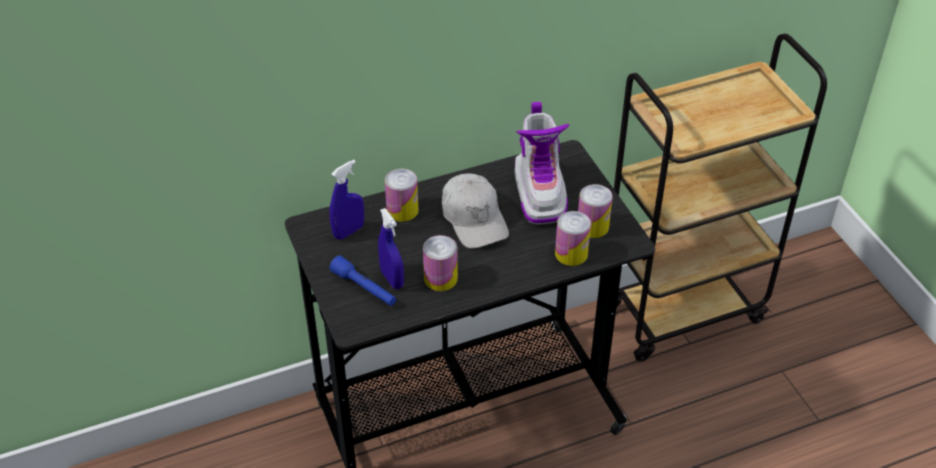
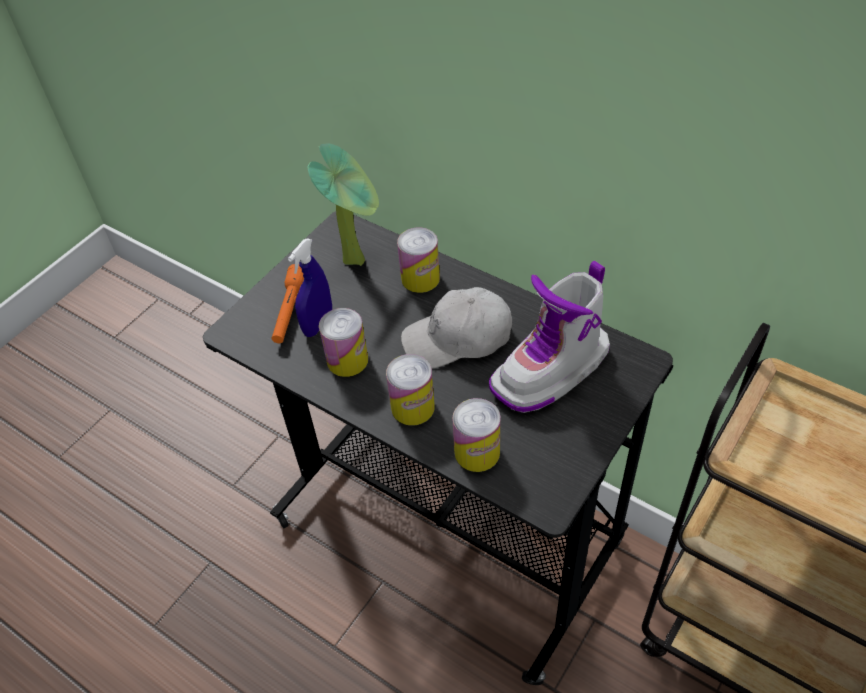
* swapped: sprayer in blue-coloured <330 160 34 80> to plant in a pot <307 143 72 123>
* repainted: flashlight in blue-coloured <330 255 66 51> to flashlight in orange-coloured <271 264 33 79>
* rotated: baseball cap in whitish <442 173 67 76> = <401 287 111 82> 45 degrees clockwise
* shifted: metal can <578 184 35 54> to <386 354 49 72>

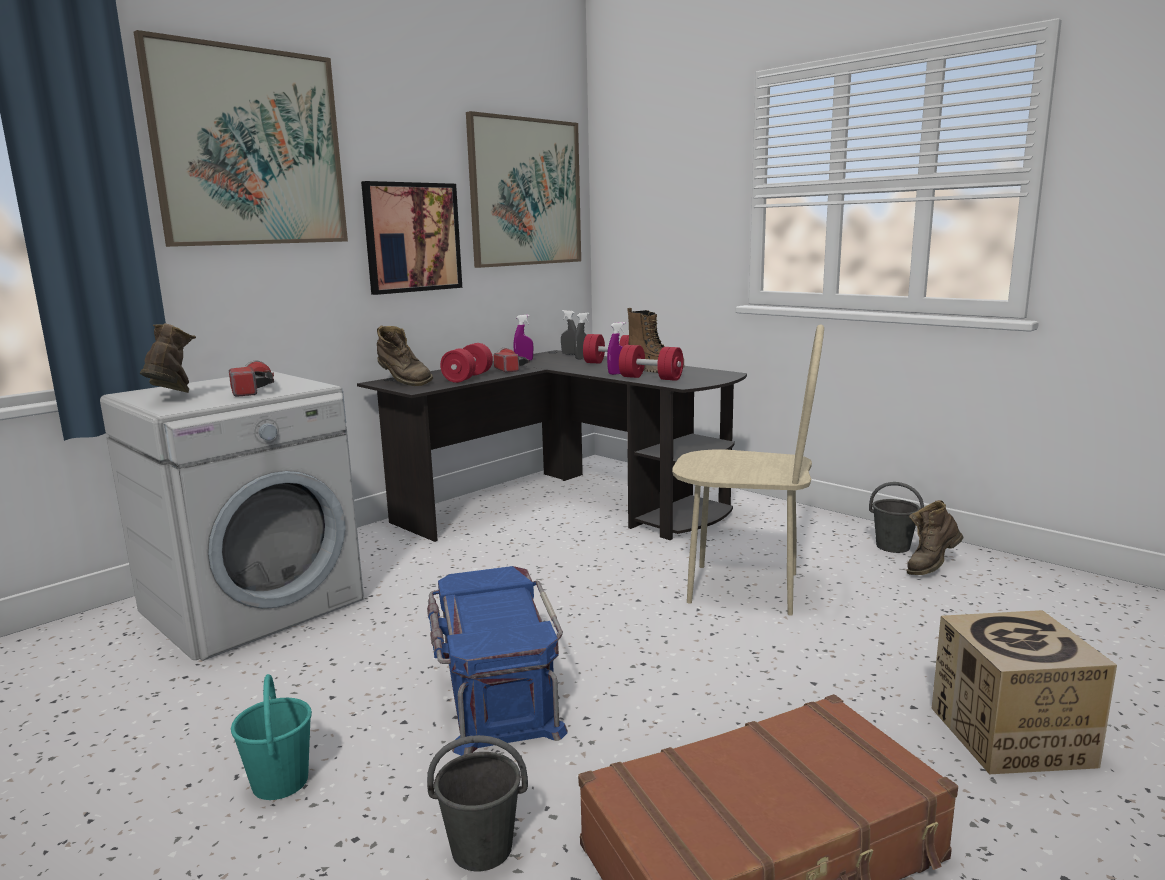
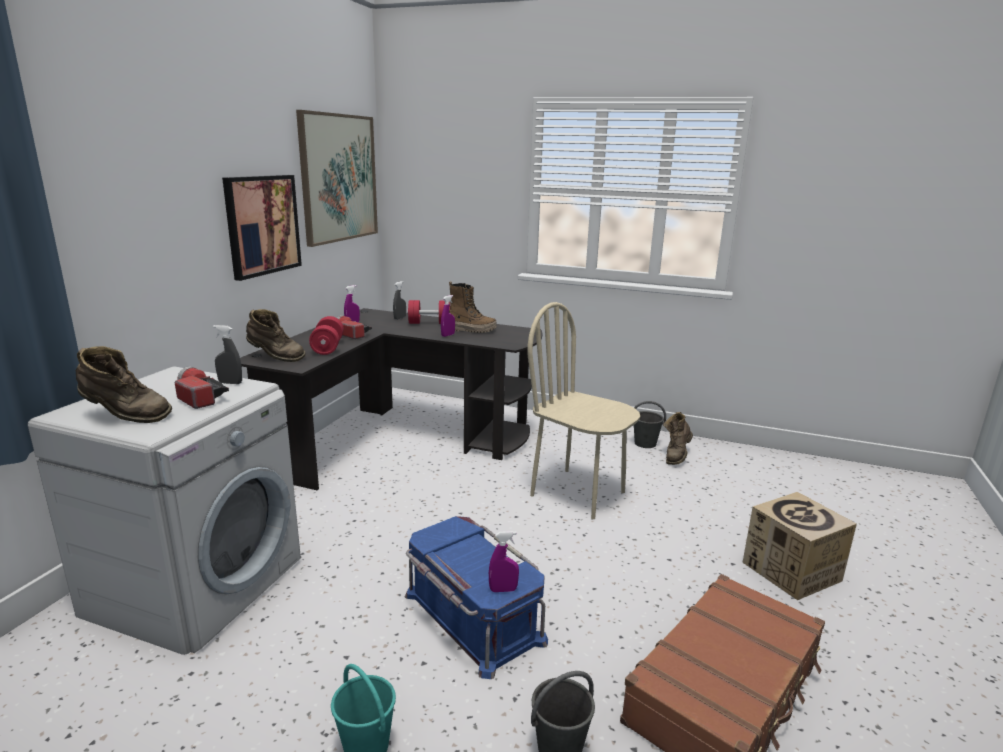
* gone: wall art <134 30 214 217>
* rotated: boot in brown <140 323 56 70> = <76 346 96 77> 135 degrees clockwise
* shifted: sprayer in gray <561 310 15 45> to <213 325 29 59>
* gone: free weight in reddish <619 345 64 36>
* rotated: chair in beige-coloured <672 325 152 291> = <527 302 113 217> 135 degrees counterclockwise
* new: sprayer in purple <489 531 30 61>

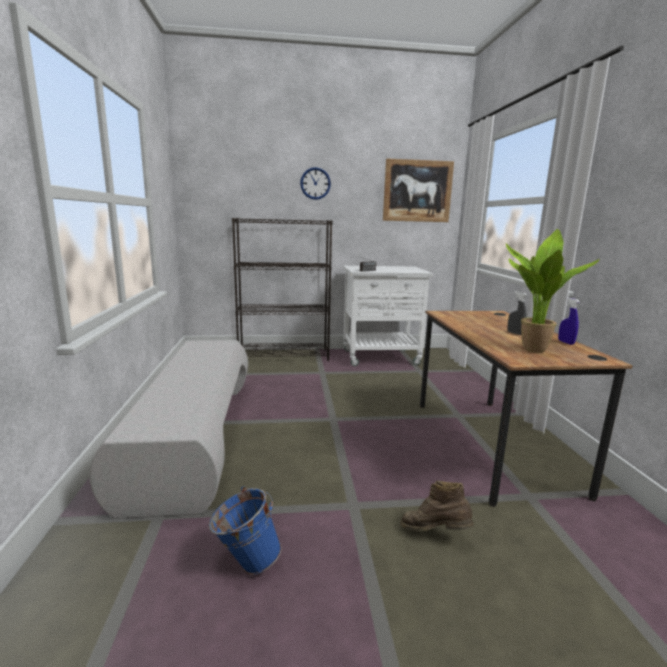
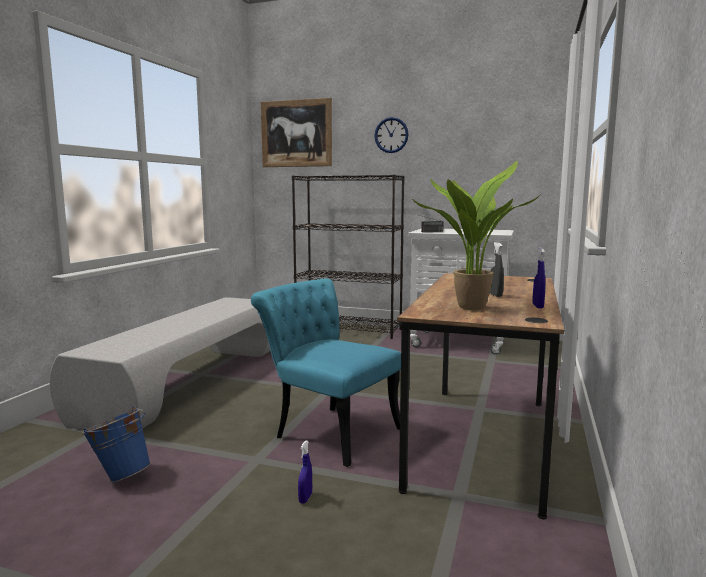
* shifted: wall art <383 158 71 64> to <261 98 71 69>
* swapped: boot in brown <401 480 73 51> to sprayer in blue-coloured <298 440 14 64>
* new: chair in turquoise <251 278 150 189>

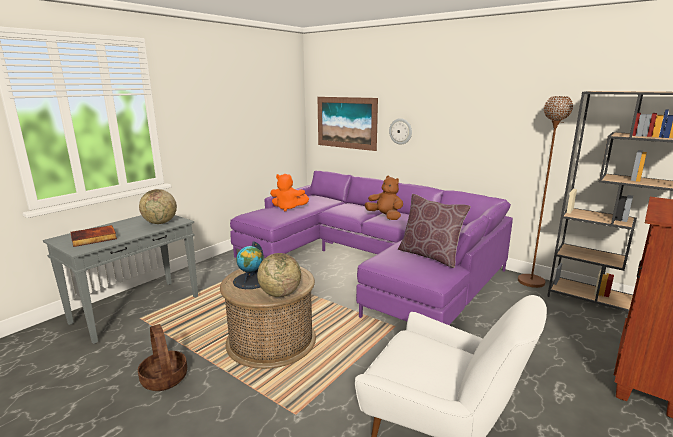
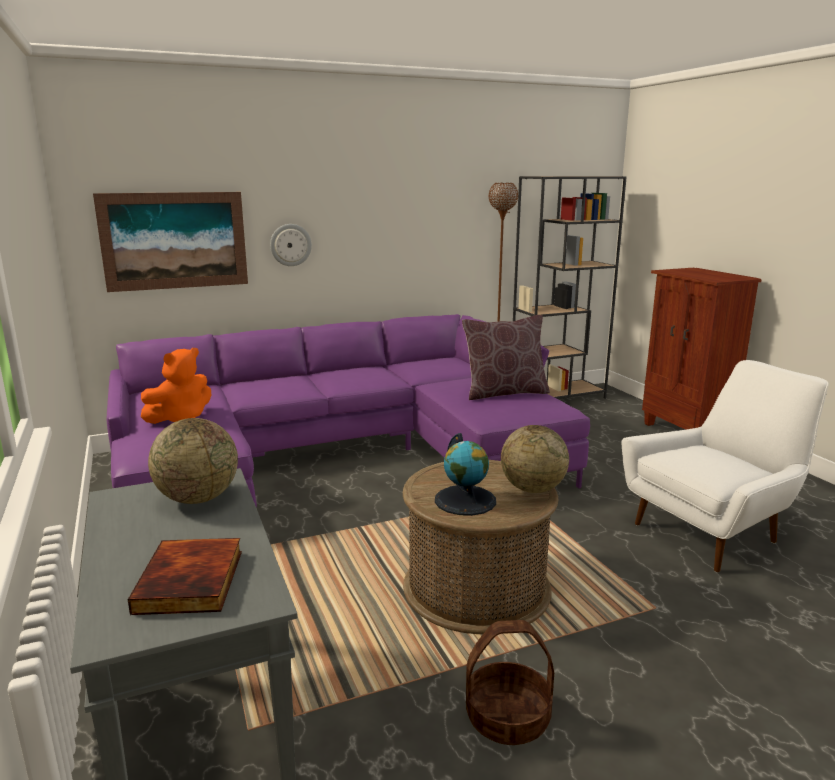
* gone: soft toy in brown <365 175 38 45>

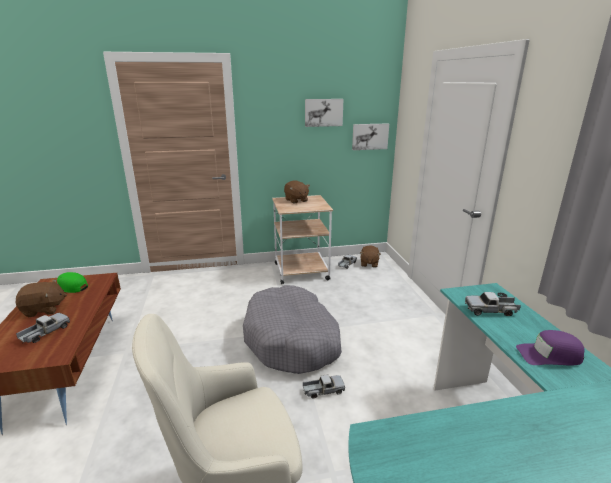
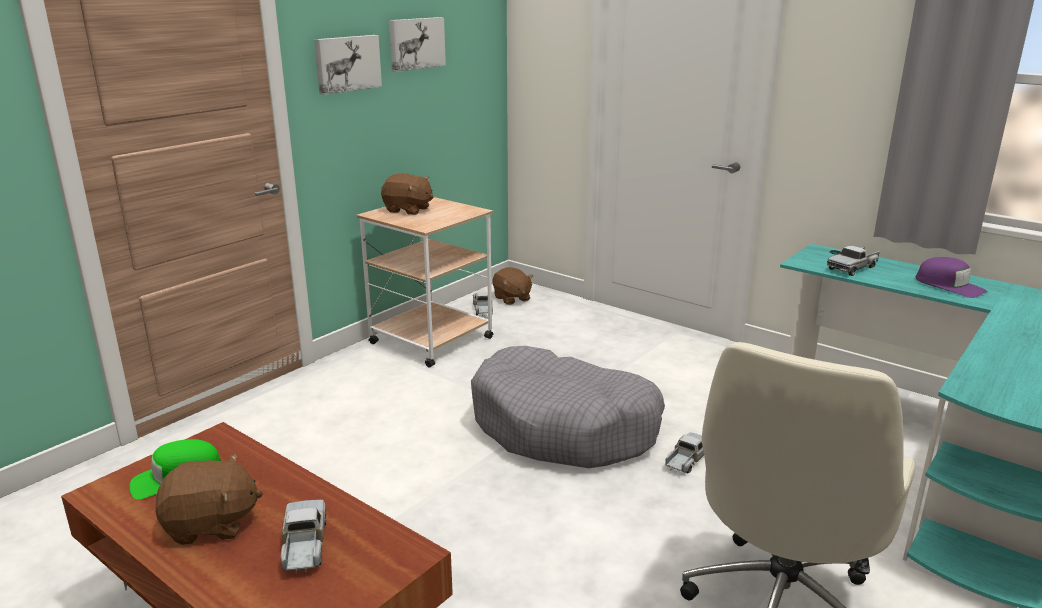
* rotated: soft toy in brown <15 279 52 38> = <155 453 108 92> 45 degrees clockwise
* shifted: wall art <352 123 37 27> to <314 35 68 60>
* rotated: baseball cap in purple <516 330 69 35> = <915 257 73 41> 90 degrees counterclockwise

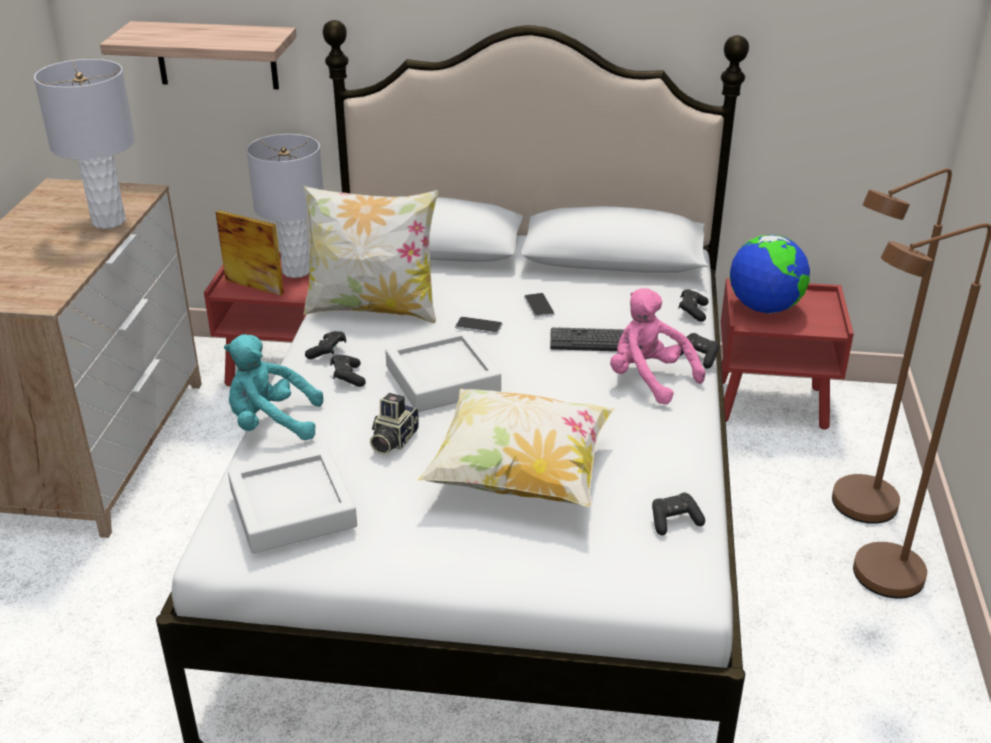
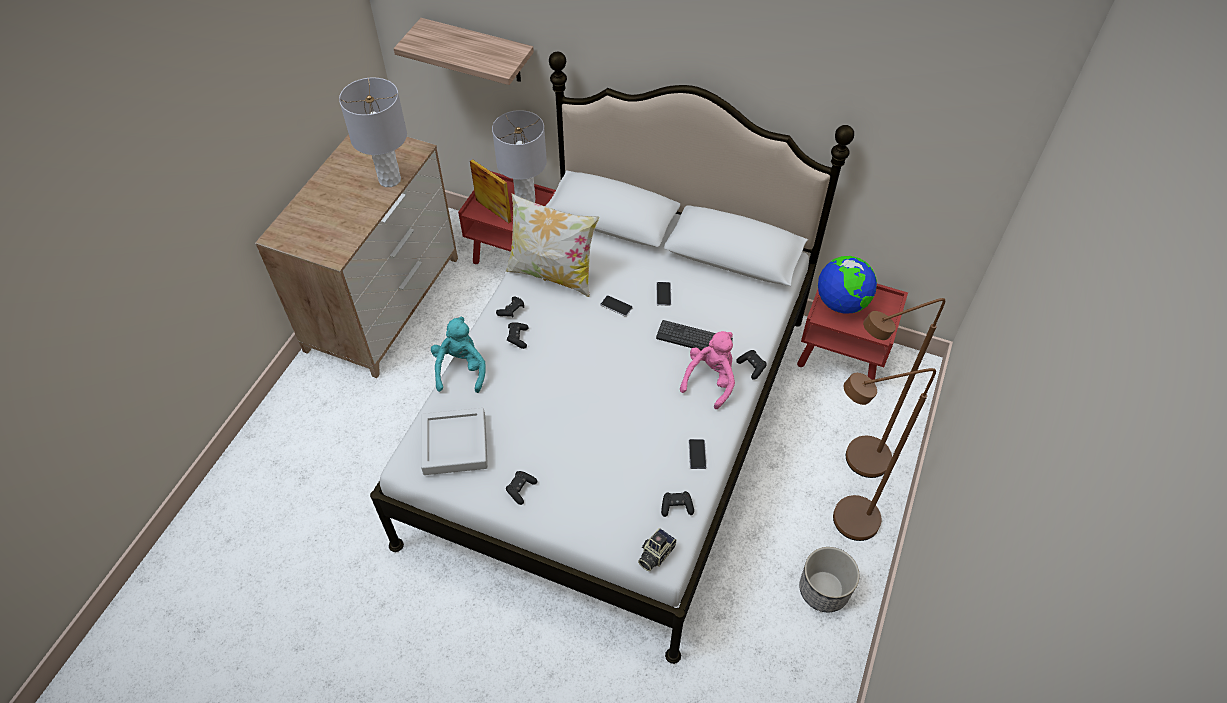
* rotated: soft toy in turquoise <224 334 99 106> = <431 316 55 77> 75 degrees clockwise
* shifted: still camera <370 393 49 61> to <638 528 38 43>
* gone: serving tray in gray <385 331 116 81>
* gone: cushion <417 389 198 118>
* rotated: soft toy in pinkish <610 288 95 117> = <680 331 55 78> 60 degrees clockwise
* shifted: joypad in blackish <678 289 31 33> to <506 471 31 34>
* new: handset <689 439 18 30>
* new: plant pot <799 547 61 65>

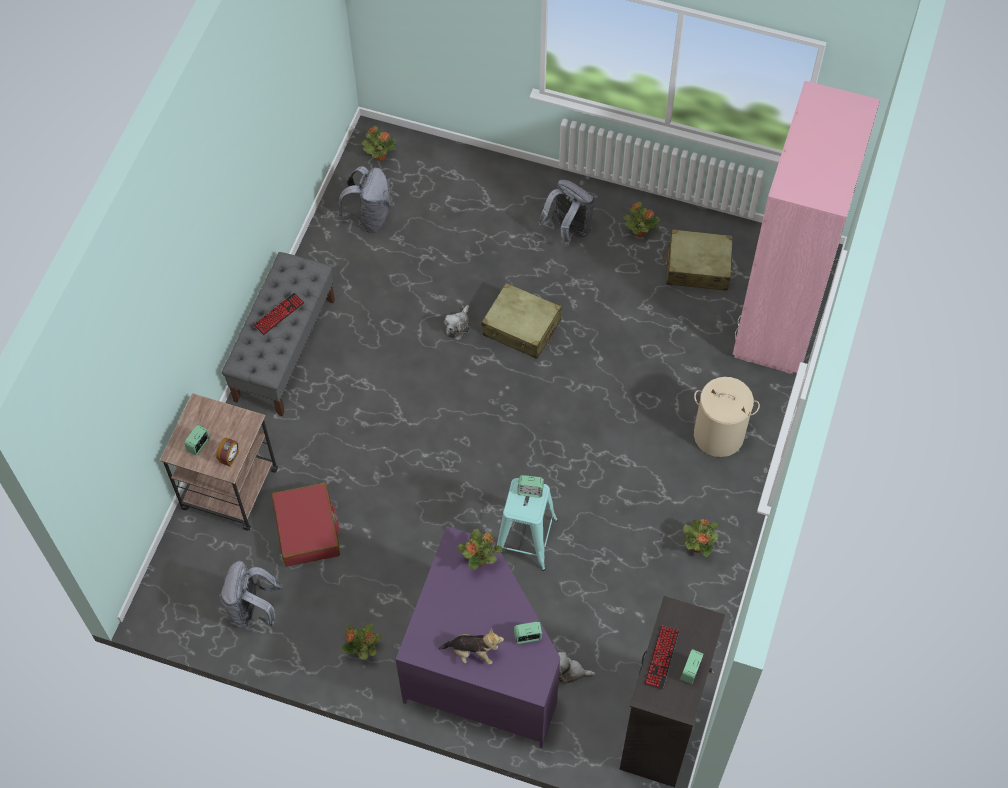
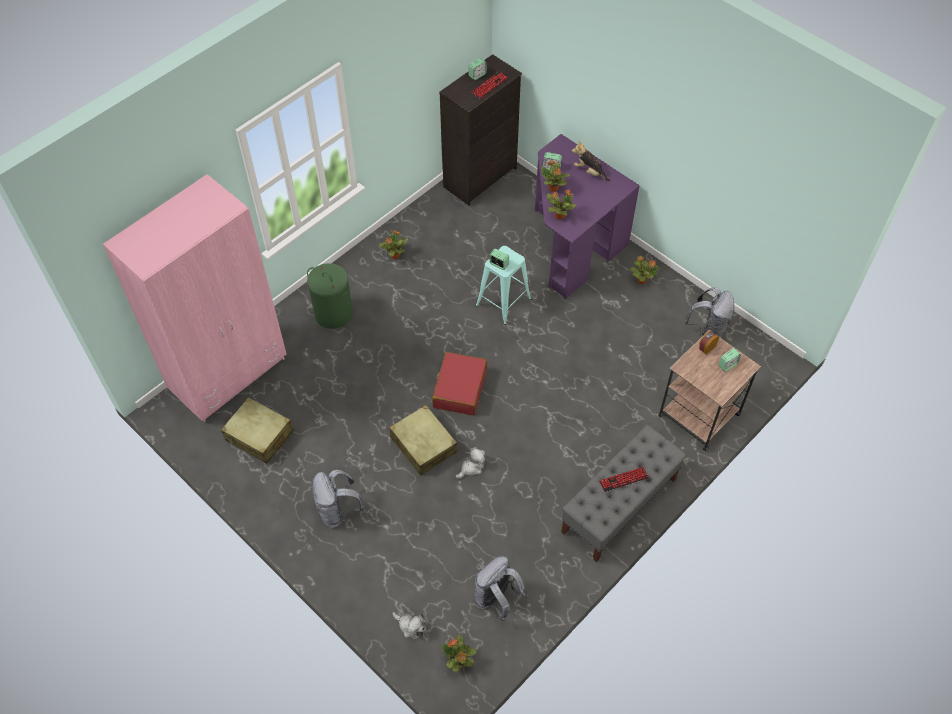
* shifted: travel case in reddish <272 483 68 84> to <432 352 55 64>
* shifted: soft toy <558 652 38 33> to <392 612 34 27>
* shifted: plant in a pot <623 201 37 36> to <541 161 29 31>
* repainted: hamper in beige-coloured <694 377 66 80> to hamper in green <307 263 46 66>

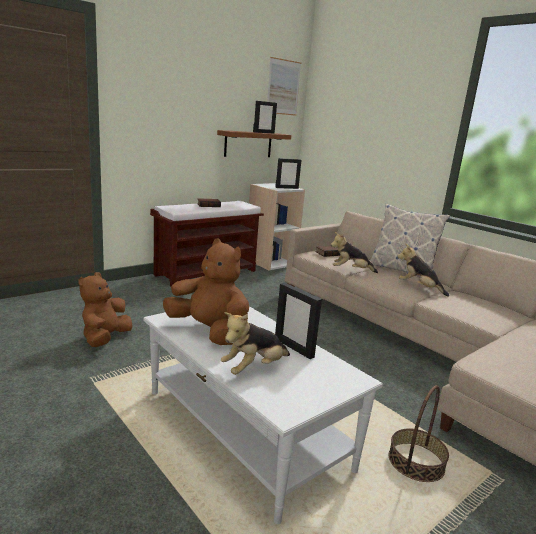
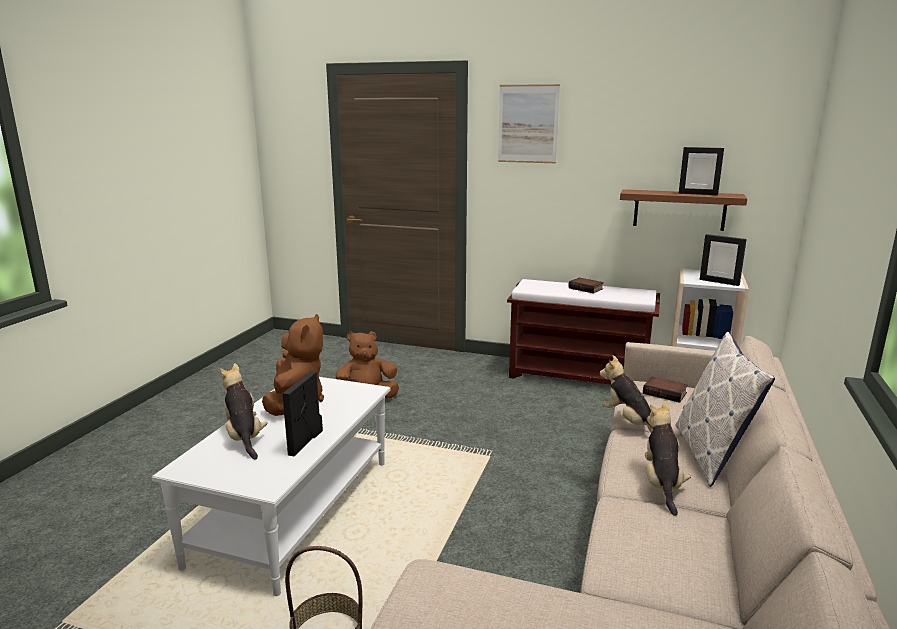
* rotated: soft toy <221 312 69 63> = <220 363 47 96> 45 degrees clockwise
* shifted: wall art <267 57 34 59> to <498 84 62 79>

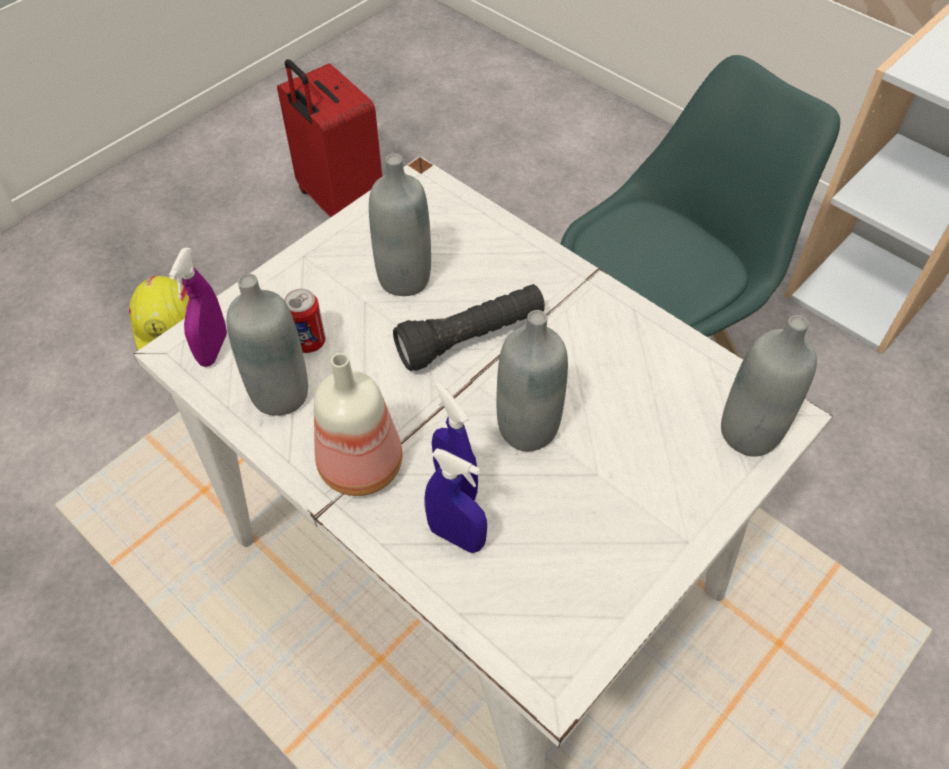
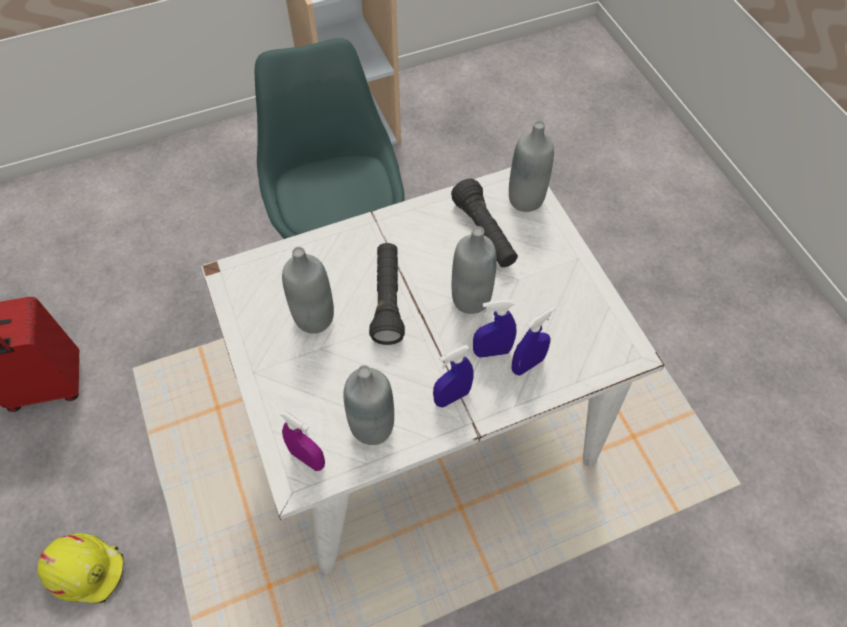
* gone: metal can <284 289 42 64>
* swapped: drink bottle <314 353 88 143> to sprayer in blue-coloured <433 345 41 63>
* new: flashlight in blackish <451 179 67 88>

